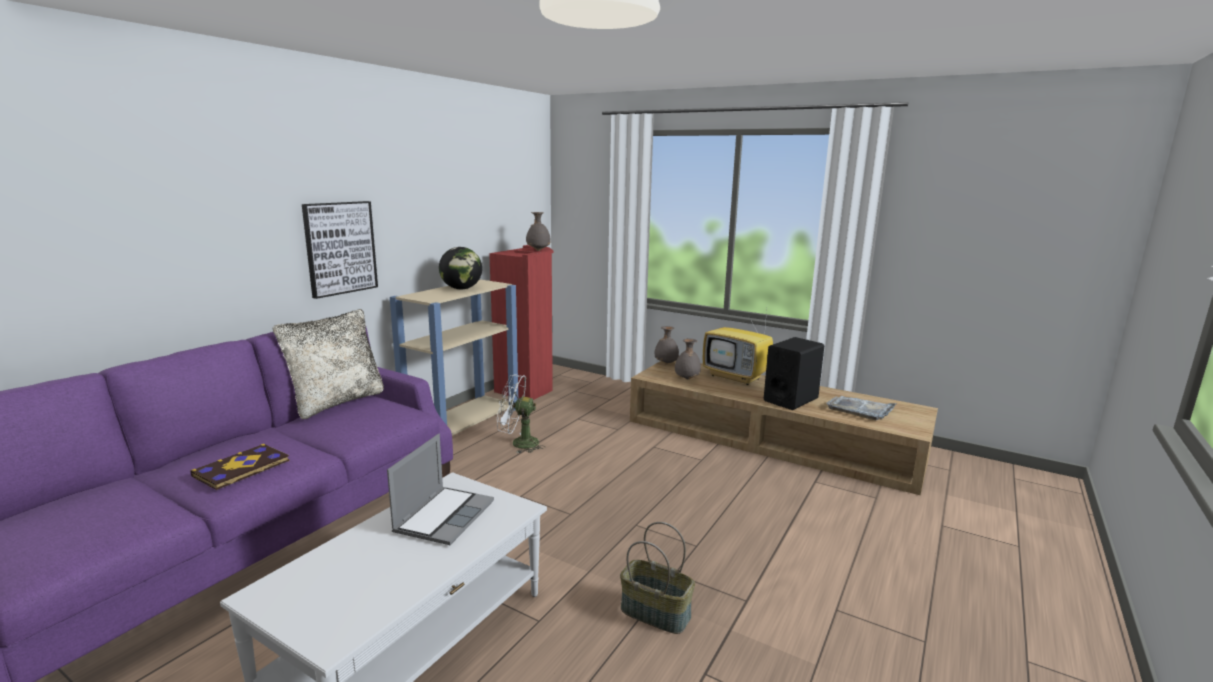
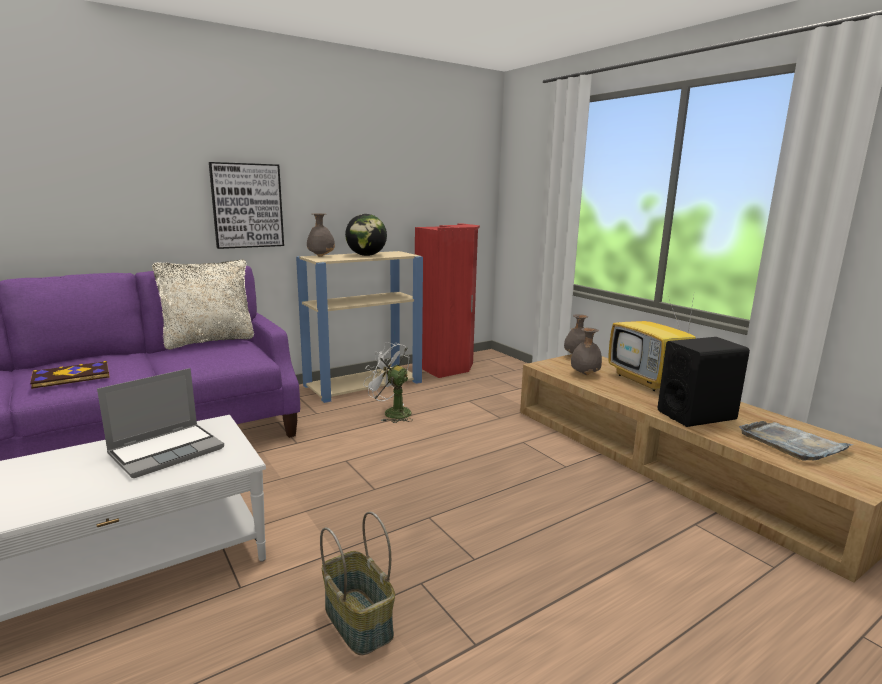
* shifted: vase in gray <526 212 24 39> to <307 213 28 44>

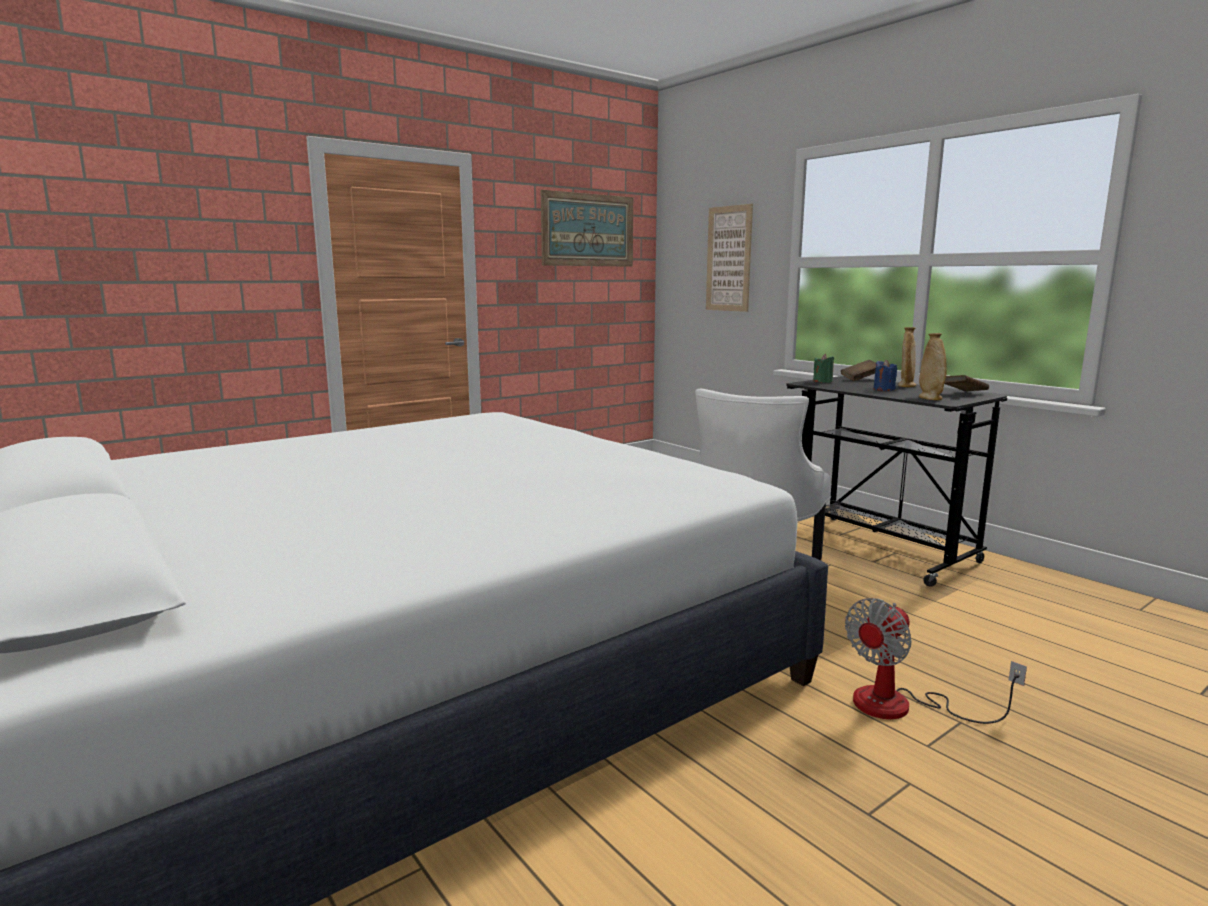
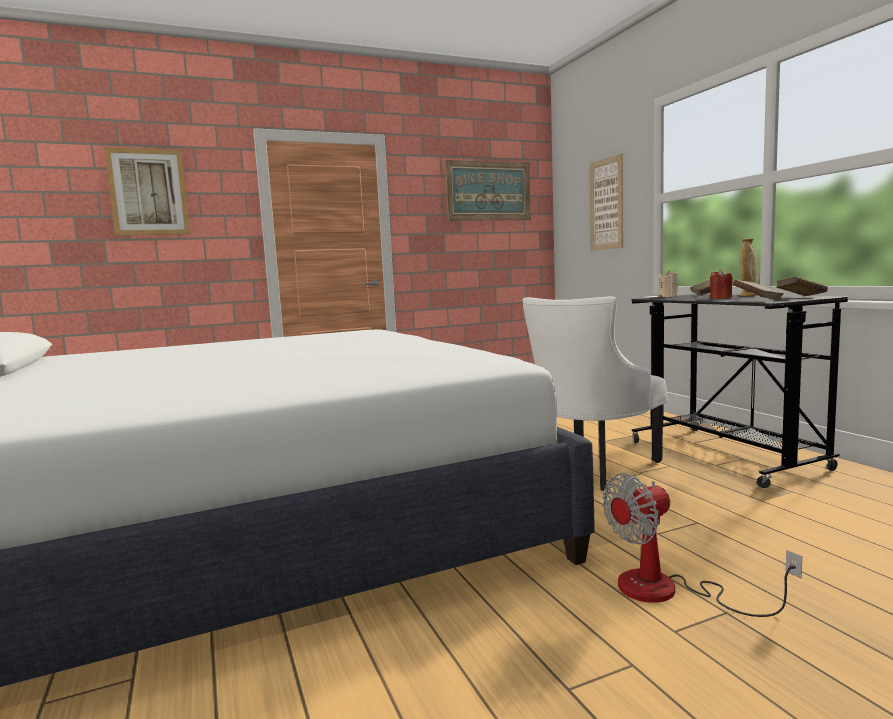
* repainted: wax candle in green <813 354 21 29> to wax candle in beige-coloured <659 271 19 26>
* repainted: wax candle in blue-coloured <874 359 23 32> to wax candle in reddish <710 269 23 30>
* swapped: vase in beige-coloured <919 333 28 67> to bound book in brown <733 280 51 20>
* new: wall art <104 147 86 89>

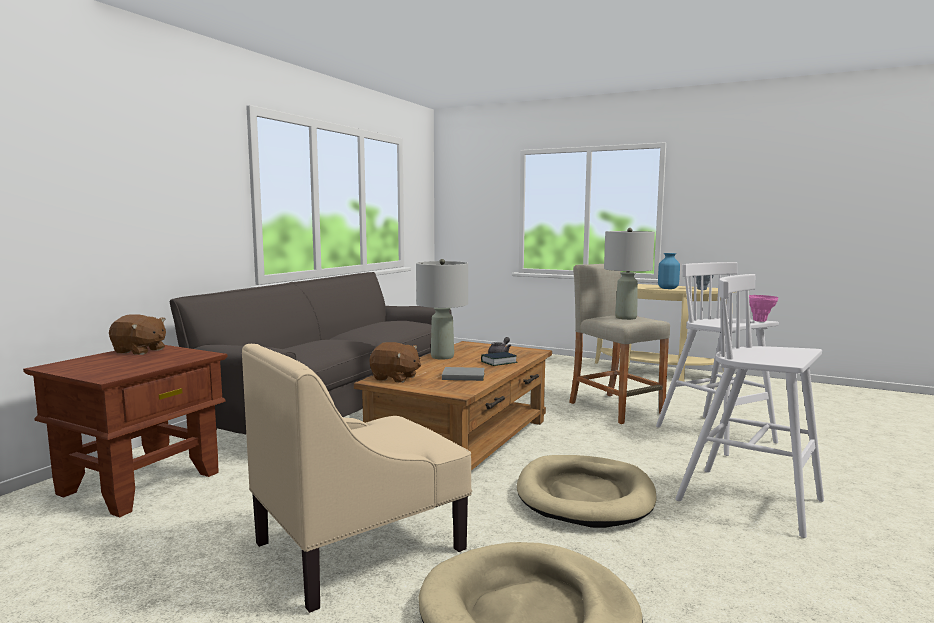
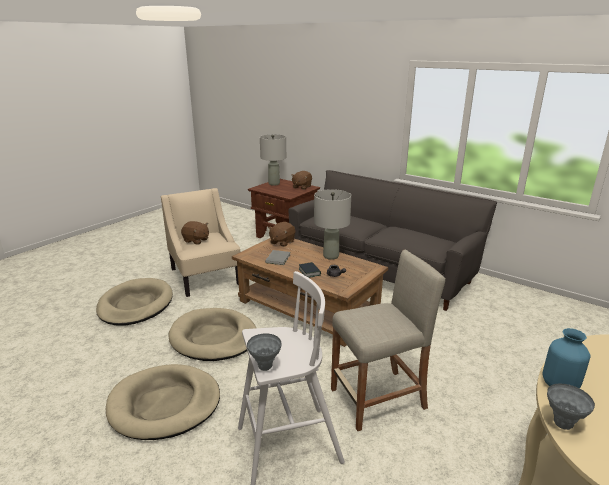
* shifted: tabletop lamp in gray <604 228 51 92> to <260 134 26 52>
* swapped: stool in whitish <675 274 149 264> to pet bed in beige-coloured <106 364 114 76>
* repainted: vase in pinkish <749 295 29 27> to vase in gray <247 334 34 37>
* new: soft toy in brown <181 221 28 24>

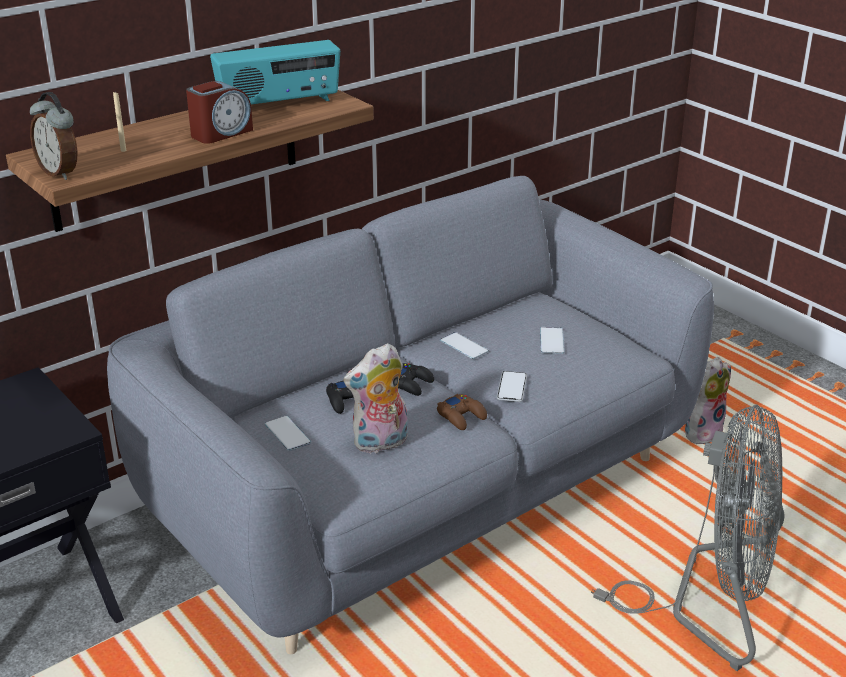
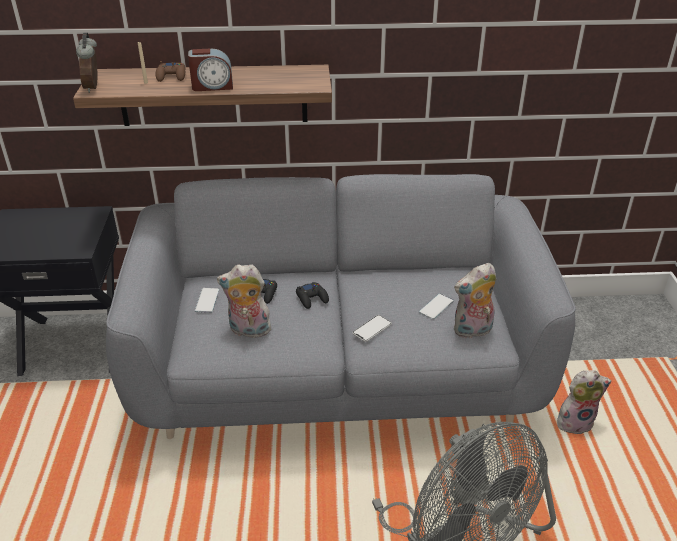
* gone: radio <210 40 130 64>
* shifted: joypad in brown <437 394 50 36> to <156 61 30 21>
* gone: handset <440 332 49 27>
* new: soft toy <454 263 42 76>

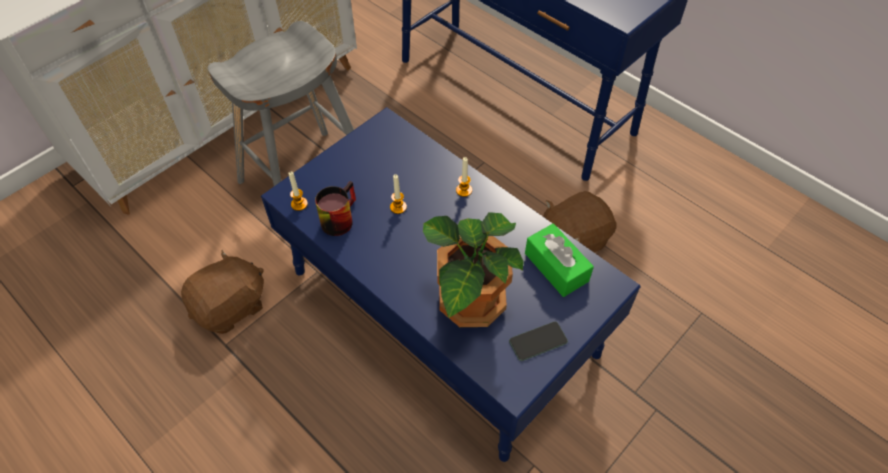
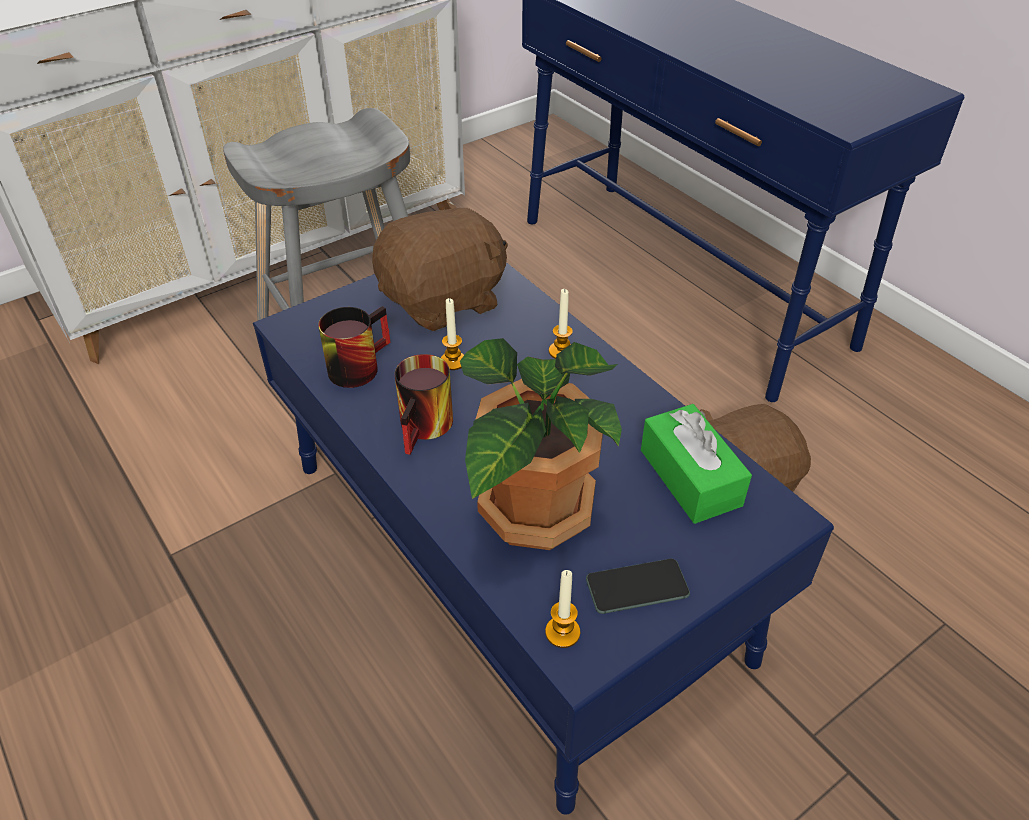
* shifted: soft toy in brown <181 250 83 84> to <372 198 136 133>
* shifted: wax candle <288 172 20 39> to <545 570 35 78>
* new: tea mug <395 354 58 101>

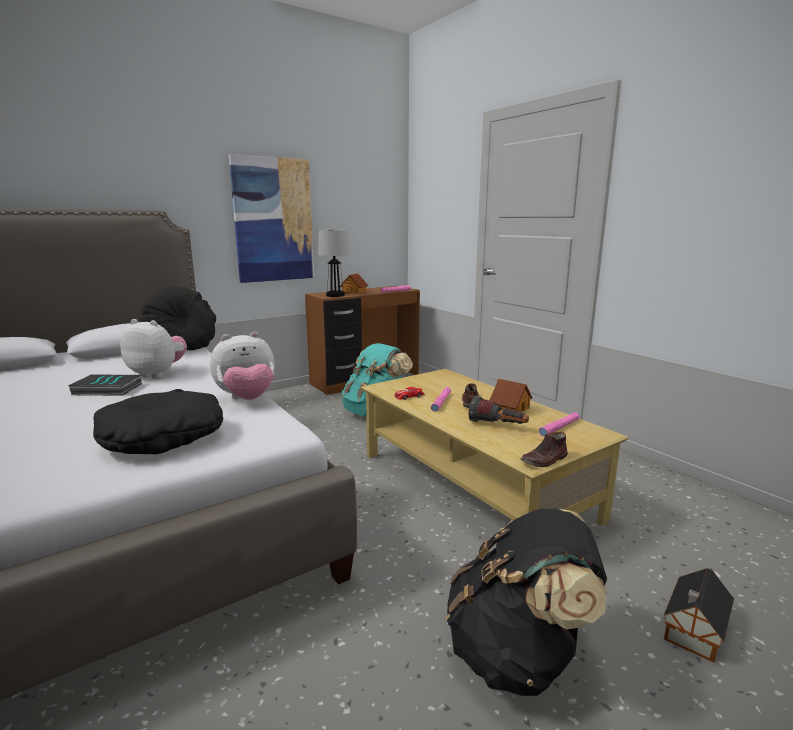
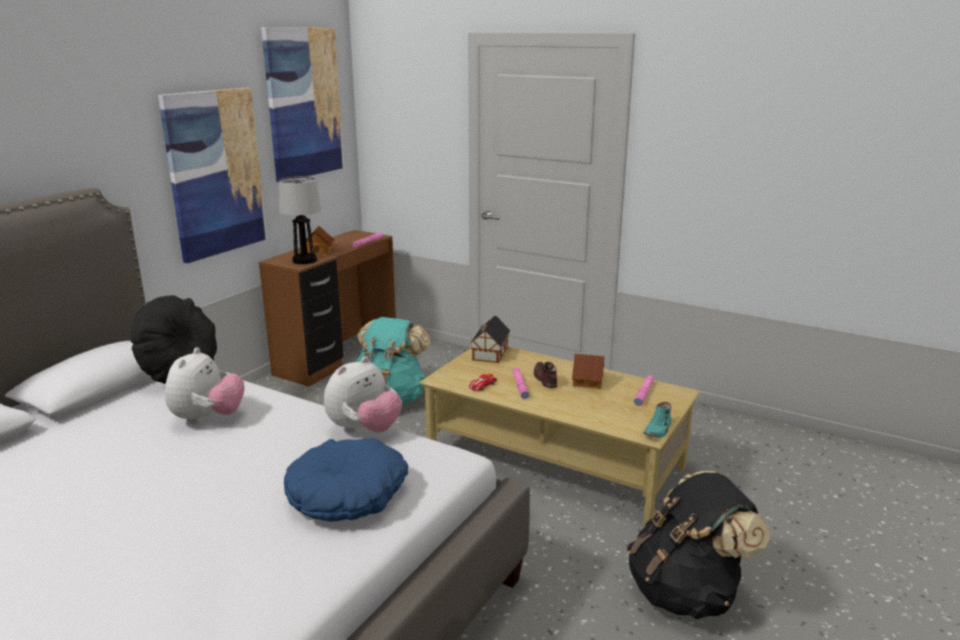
* gone: bound book <68 374 74 22>
* repainted: cushion in blackish <93 389 130 65> to cushion in blue-coloured <284 438 124 83>
* rotated: soft toy <120 319 67 59> = <165 347 79 77> 105 degrees clockwise
* gone: flashlight <469 396 60 28>
* repainted: low shoe in brown <520 432 48 35> to low shoe in turquoise <644 402 27 36>
* shifted: model house <664 568 70 95> to <470 316 40 47>
* new: wall art <261 27 83 155>

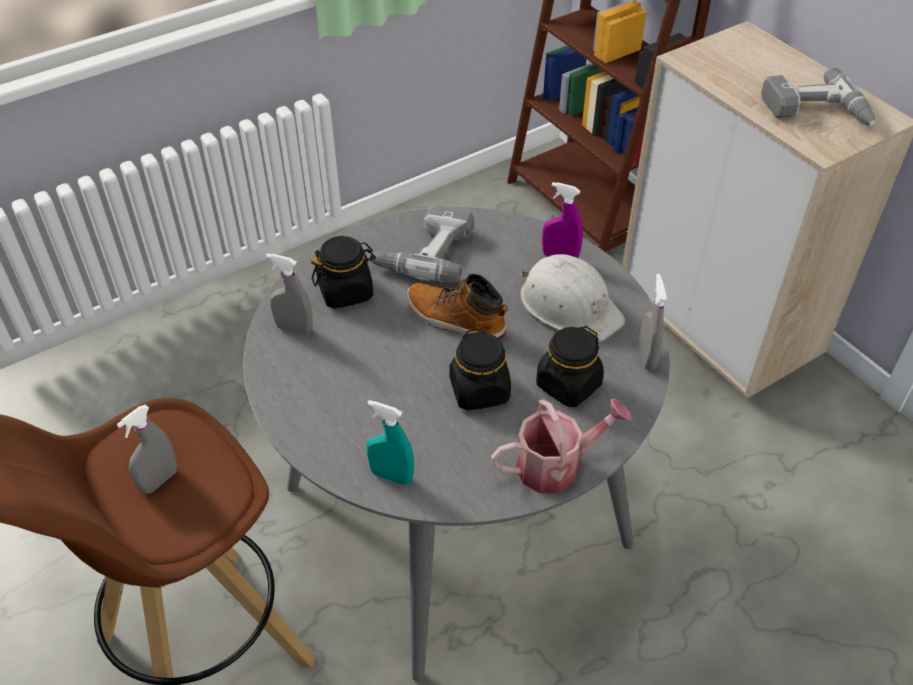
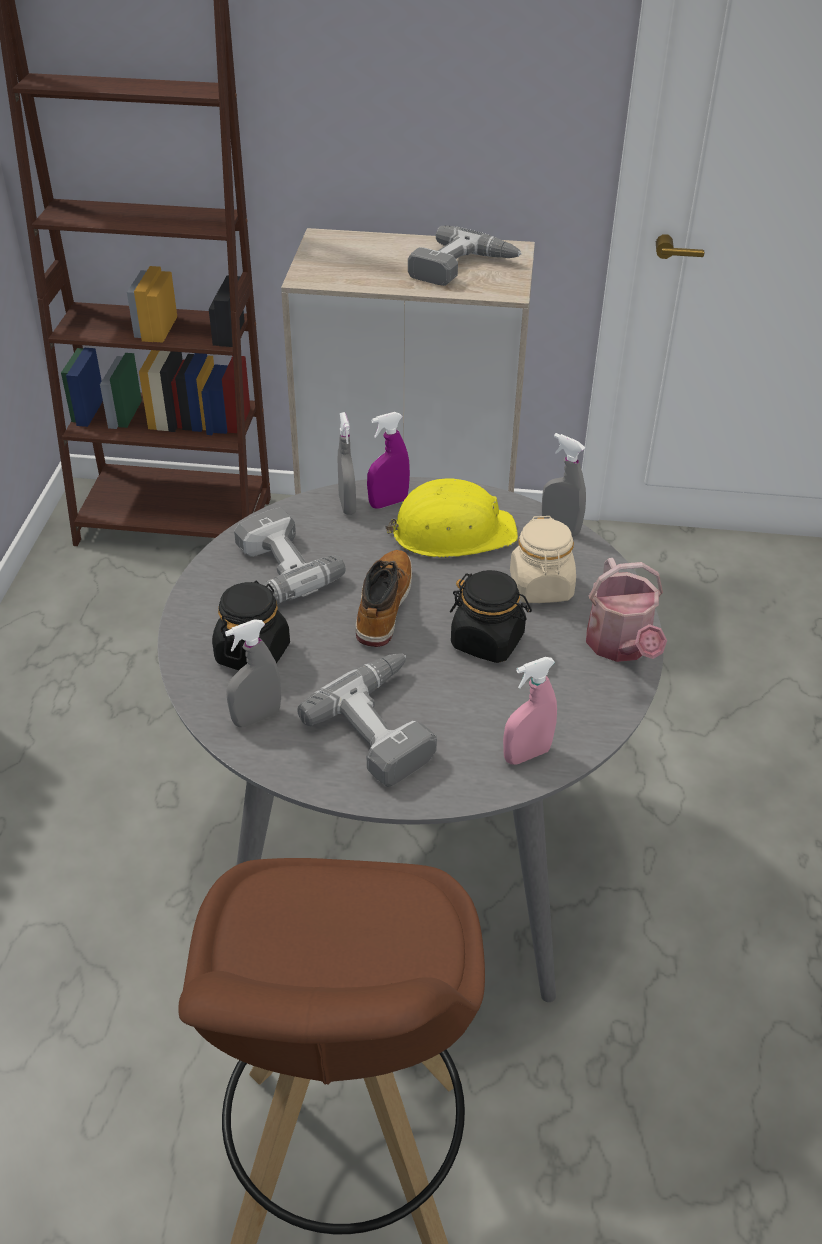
* shifted: sprayer in gray <117 405 60 89> to <338 412 18 103>
* repainted: sprayer in turquoise <367 400 47 85> to sprayer in pinkish <503 657 54 108>
* rotated: boot <407 274 101 66> = <356 550 56 97> 120 degrees clockwise
* rotated: watering can <491 399 141 94> = <586 558 81 104> 150 degrees clockwise
* repainted: work helmet in whitish <520 254 105 88> to work helmet in yellow <385 478 133 80>
* repainted: storage jar in blackish <536 326 68 81> to storage jar in beige-coloured <510 516 66 87>
* new: drill <297 654 140 133>

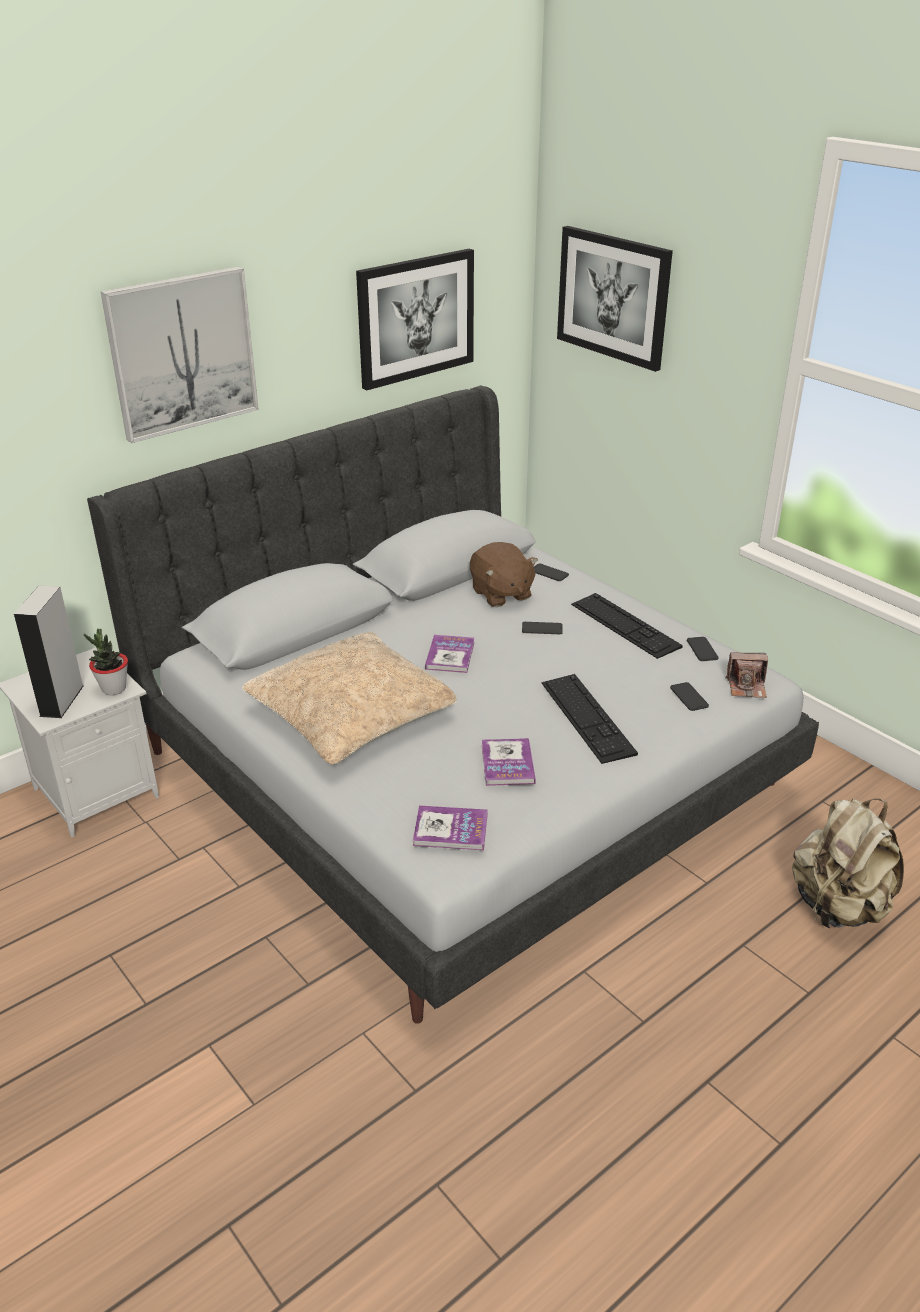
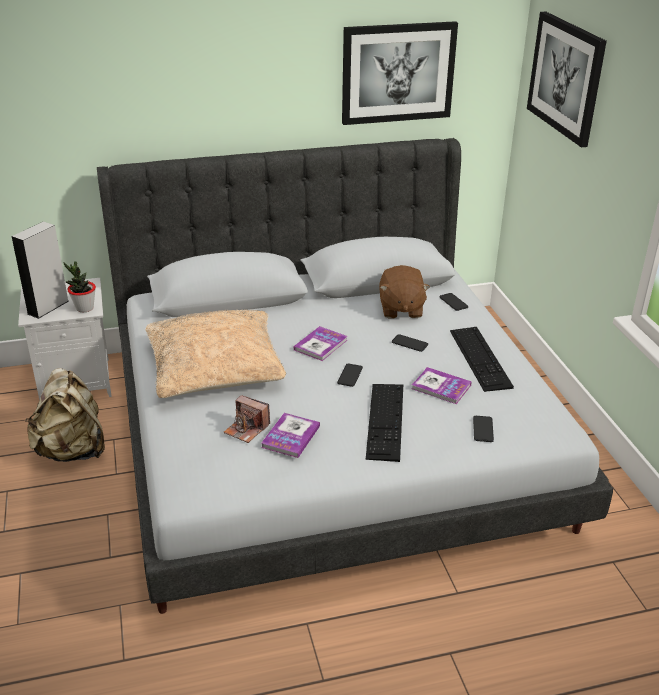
* gone: wall art <101 267 158 176>
* shifted: bound book <413 806 75 44> to <412 367 60 37>
* shifted: handset <687 637 32 24> to <337 363 26 24>
* shifted: still camera <725 653 43 45> to <224 395 46 48>
* shifted: rucksack in beige-coloured <792 799 112 130> to <25 368 80 94>

